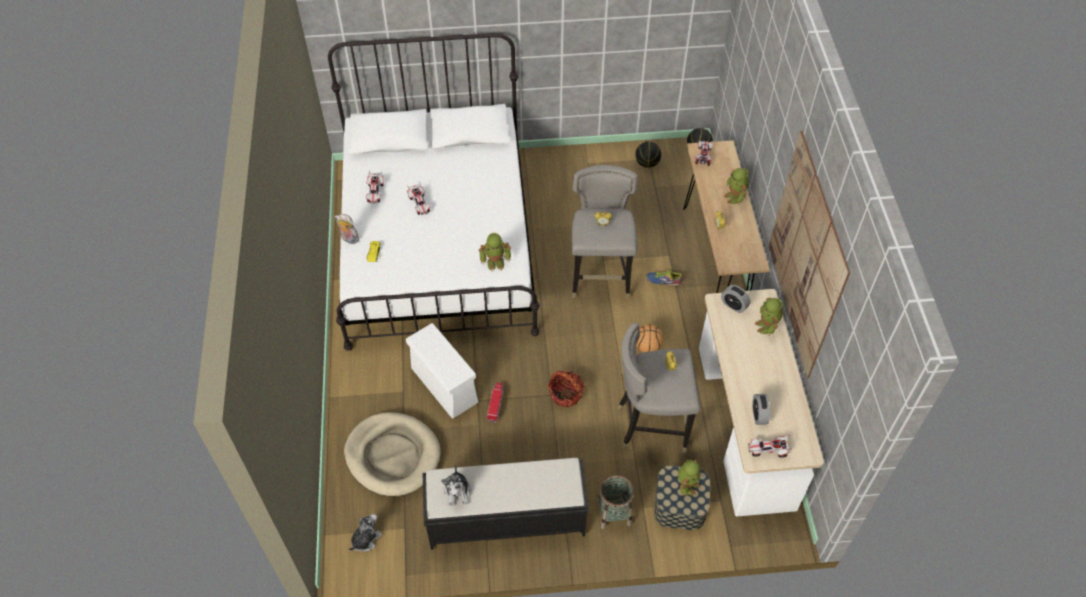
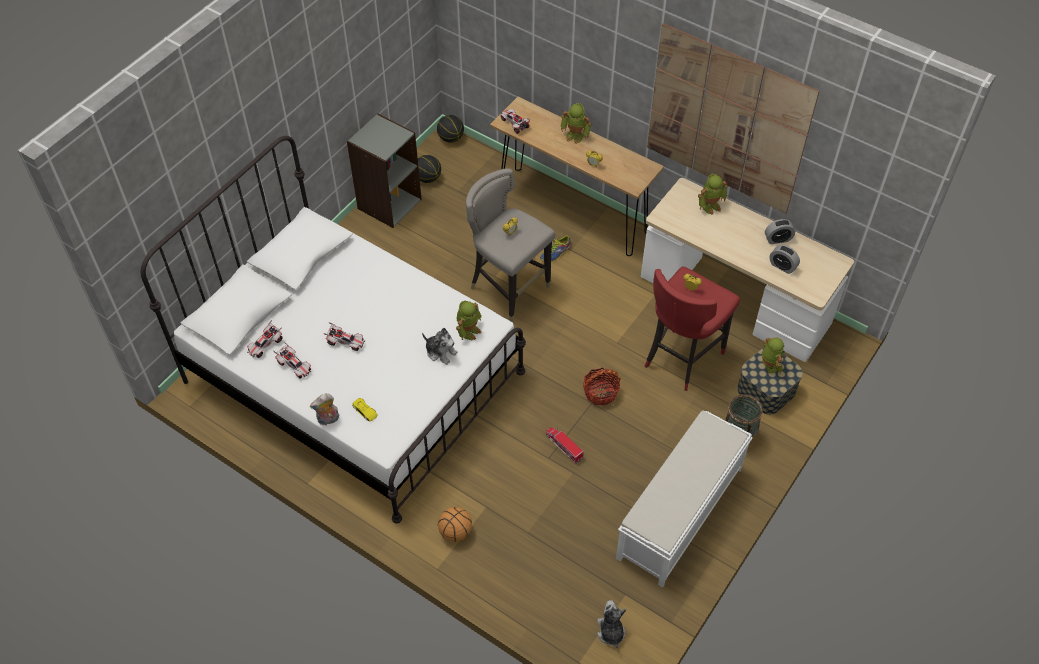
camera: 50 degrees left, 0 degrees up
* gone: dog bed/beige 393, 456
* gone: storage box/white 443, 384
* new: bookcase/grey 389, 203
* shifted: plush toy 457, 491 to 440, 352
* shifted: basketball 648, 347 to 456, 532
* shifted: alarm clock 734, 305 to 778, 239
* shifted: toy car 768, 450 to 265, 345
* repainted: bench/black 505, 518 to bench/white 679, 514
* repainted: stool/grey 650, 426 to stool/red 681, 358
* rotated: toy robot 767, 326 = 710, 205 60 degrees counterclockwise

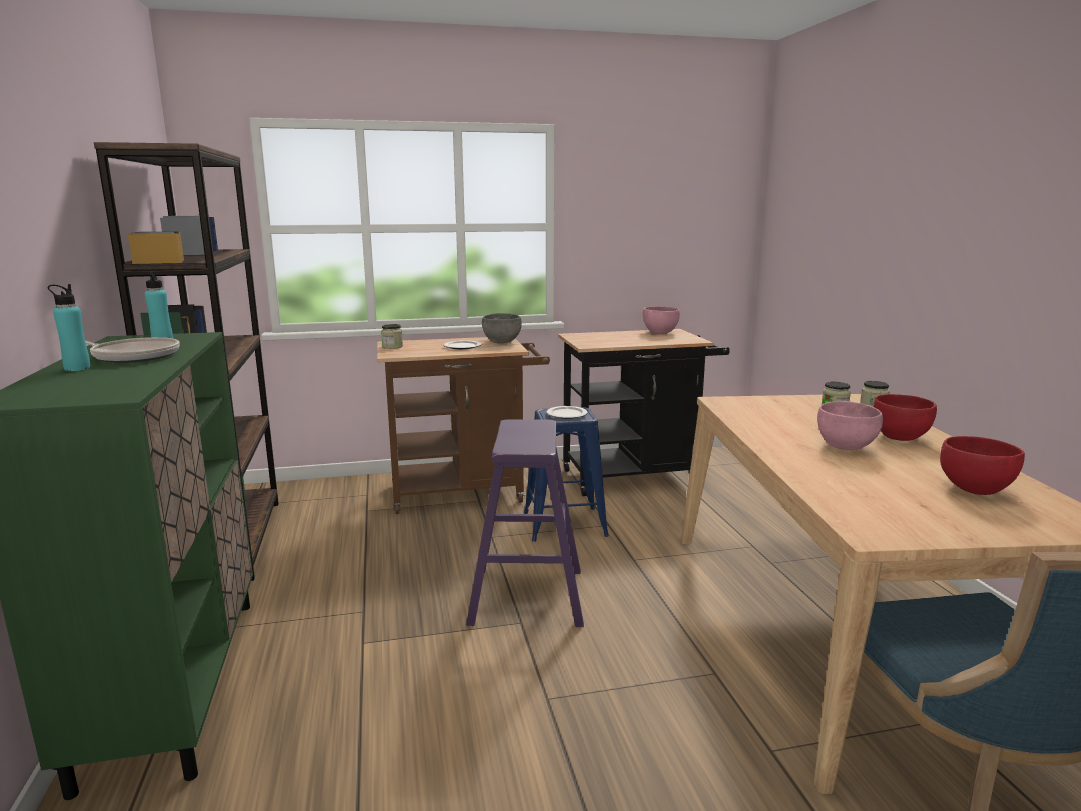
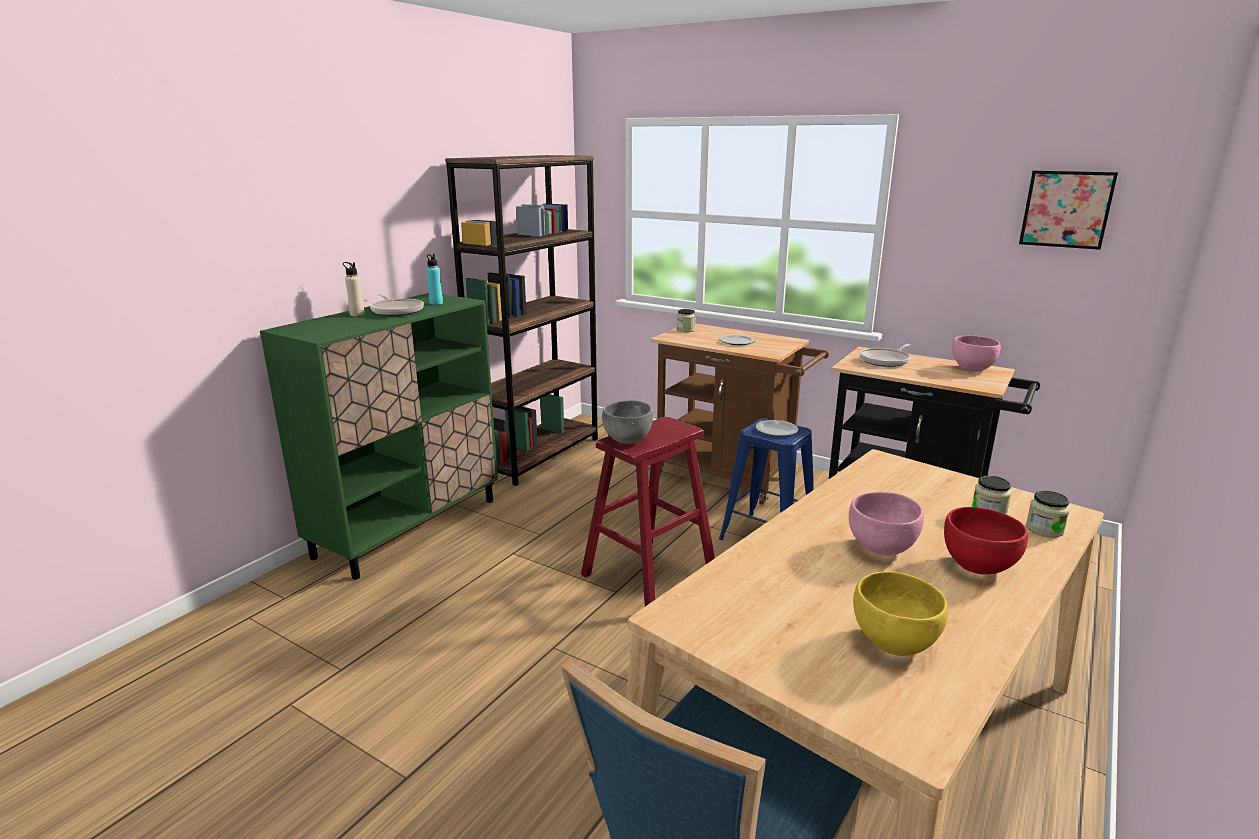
camera: 45 degrees right, 5 degrees up
* new: frying pan 886, 361
* new: picture 1066, 209
* shifted: bowl/grey 501, 342 to 627, 440
* repainted: bottle/turquoise 77, 368 to bottle/beige 357, 314
* repainted: stool/purple 527, 596 to stool/red 649, 576
* repainted: bowl/red 975, 489 to bowl/yellow 894, 643

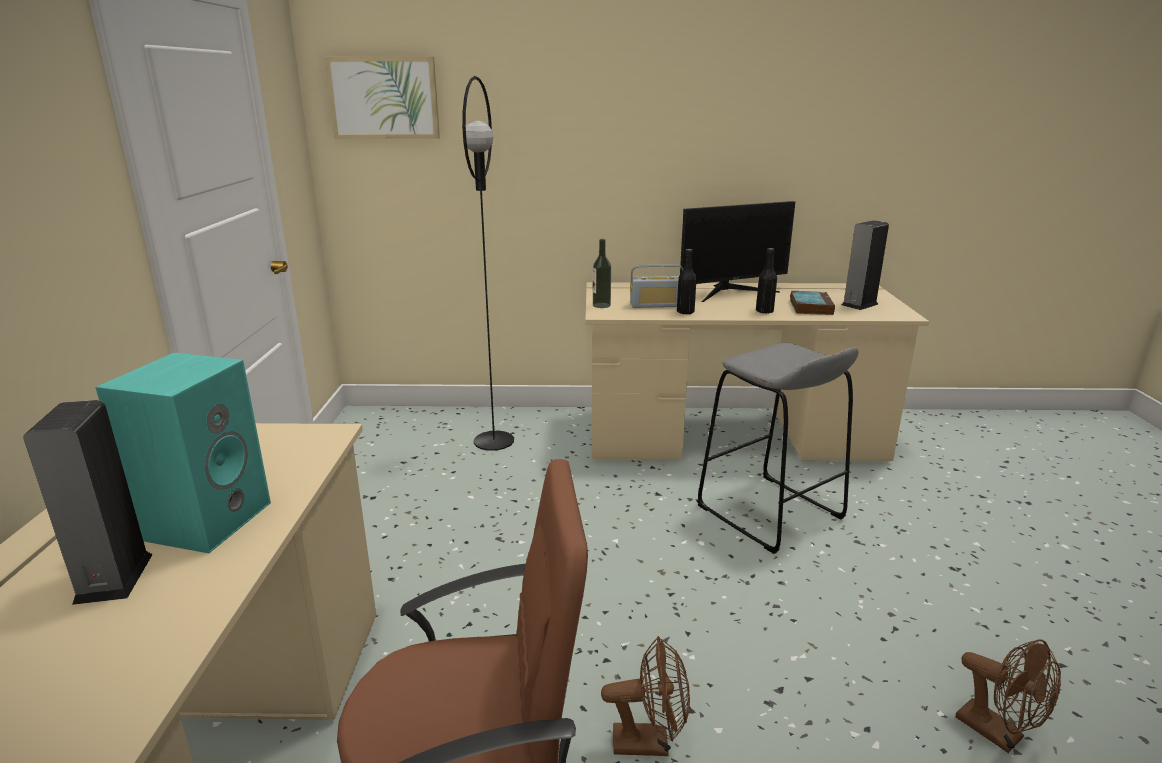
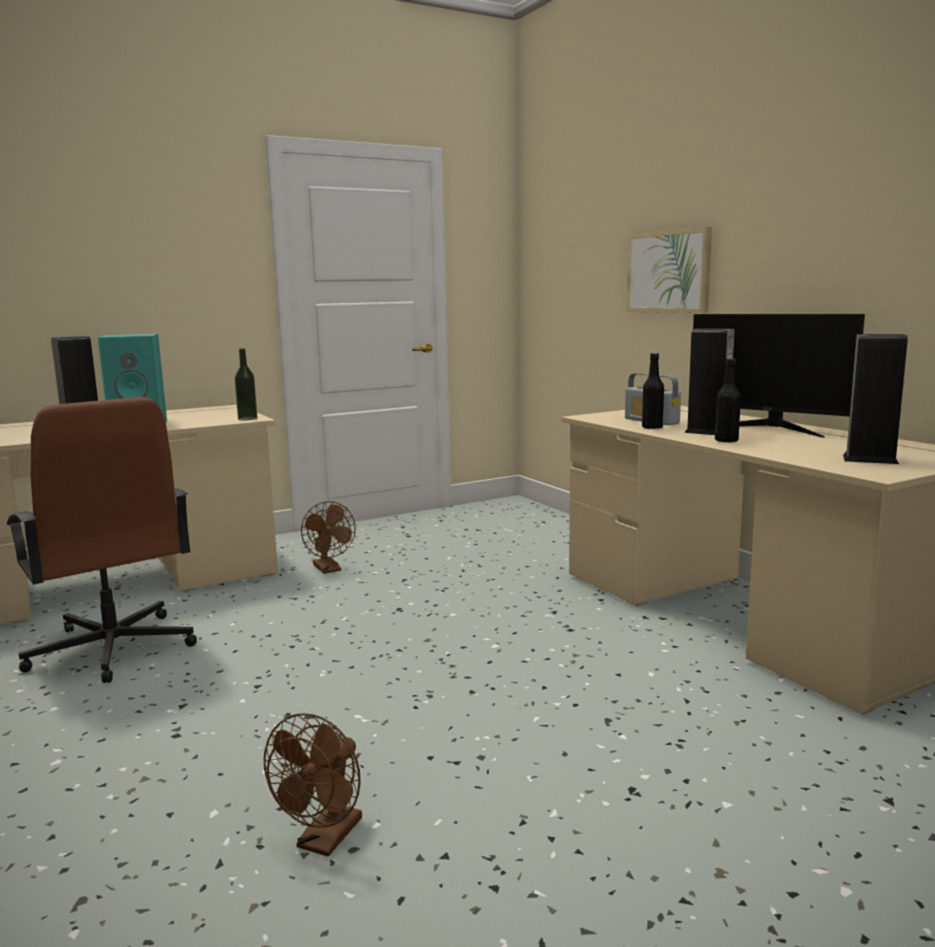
camera: 60 degrees right, 10 degrees down
* gone: floor lamp/black 493, 440
* gone: stool/grey 769, 512
* gone: book 810, 307
* new: speaker 708, 432
* shifted: picture 384, 98 to 668, 272
* shifted: bottle 601, 305 to 247, 419
* shifted: fan/brown 650, 742 to 329, 569

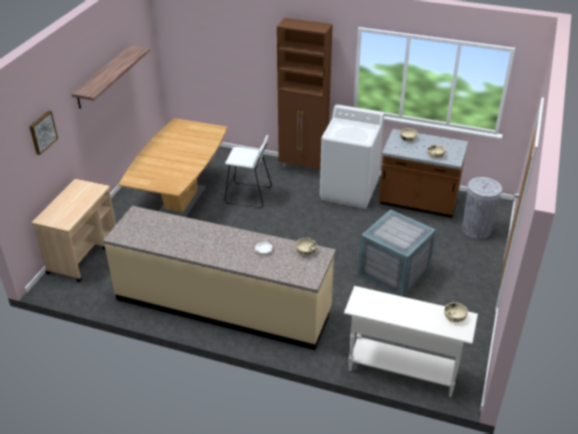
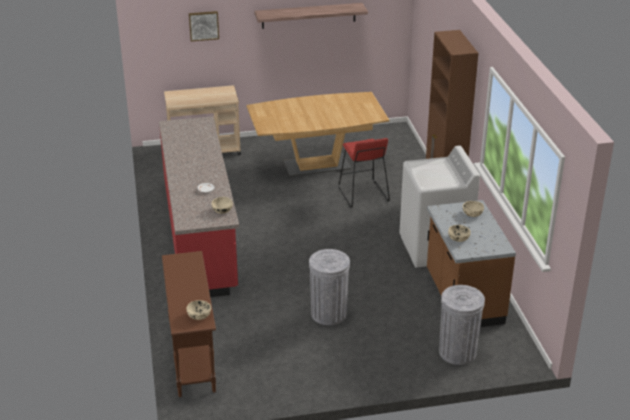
camera: 60 degrees right, 5 degrees down
* swapped: crate 393, 272 to trash can/grey 328, 314
* repainted: counter/beige 223, 304 to counter/red 200, 234
* repainted: stool/white 248, 195 to stool/red 363, 194
* repainted: console table/white 402, 370 to console table/brown 192, 357

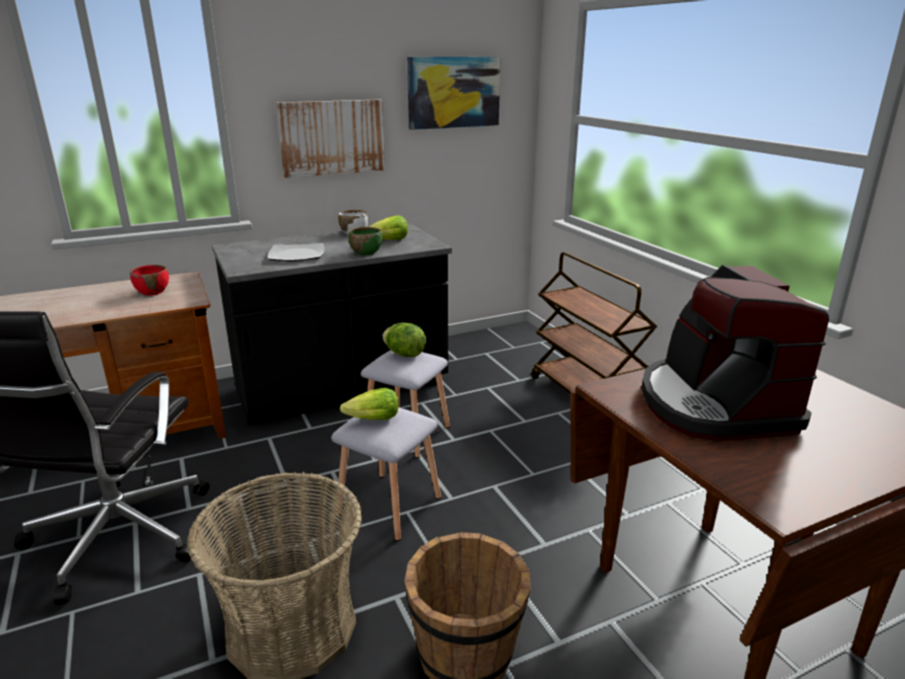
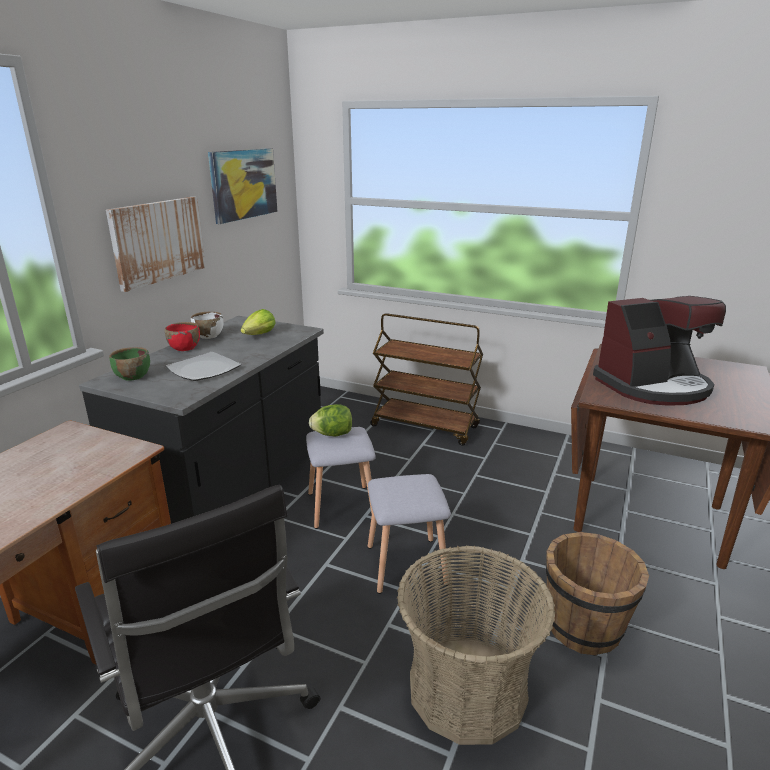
camera: 40 degrees left, 0 degrees up
* gone: lettuce 373, 419
* shifted: bowl/red 153, 292 to 184, 348
* shifted: bowl/green 365, 252 to 132, 376
* rotated: coffee machine 714, 405 = 653, 386 60 degrees counterclockwise

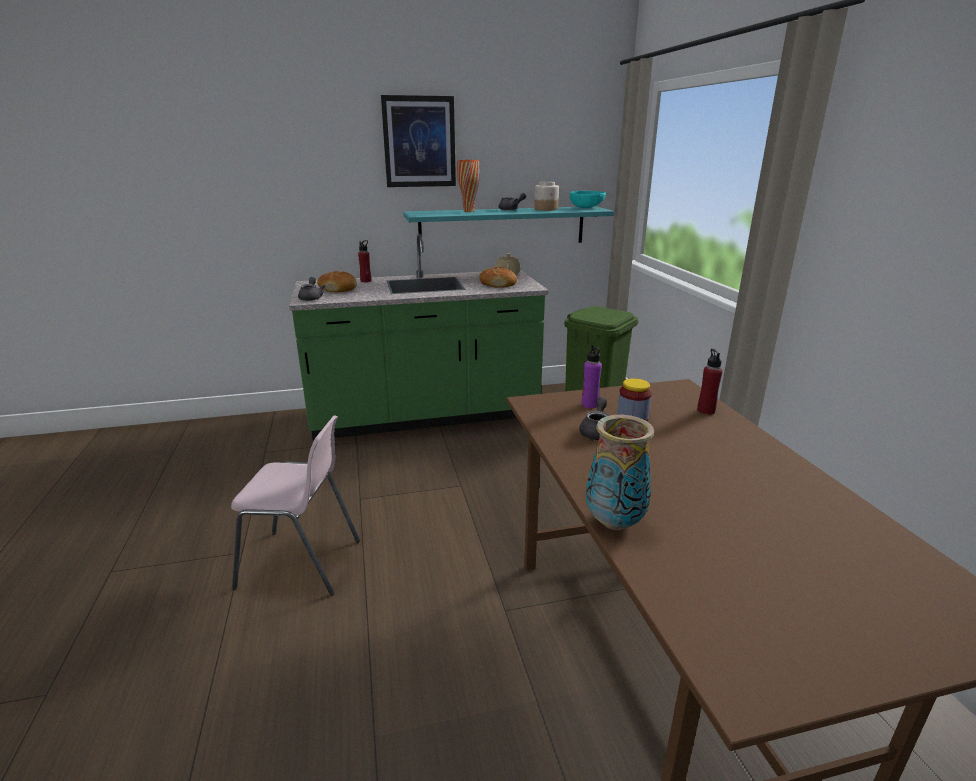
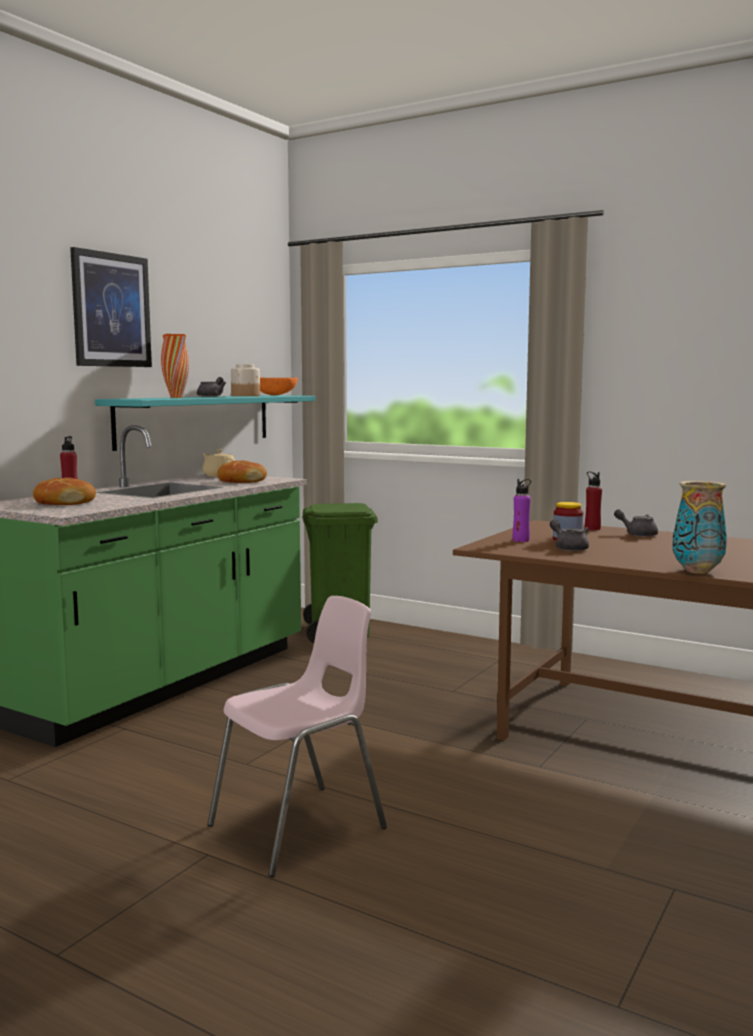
camera: 45 degrees left, 15 degrees down
* shifted: teapot/grey 311, 298 to 637, 534
* repainted: bowl/turquoise 587, 208 to bowl/orange 277, 395

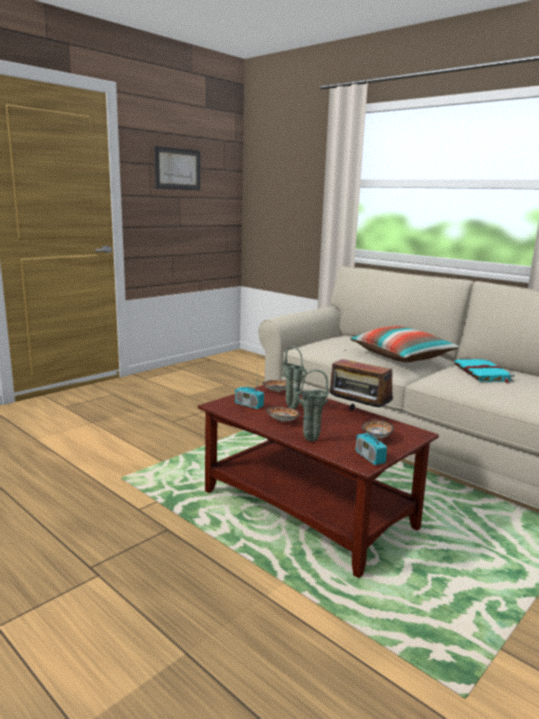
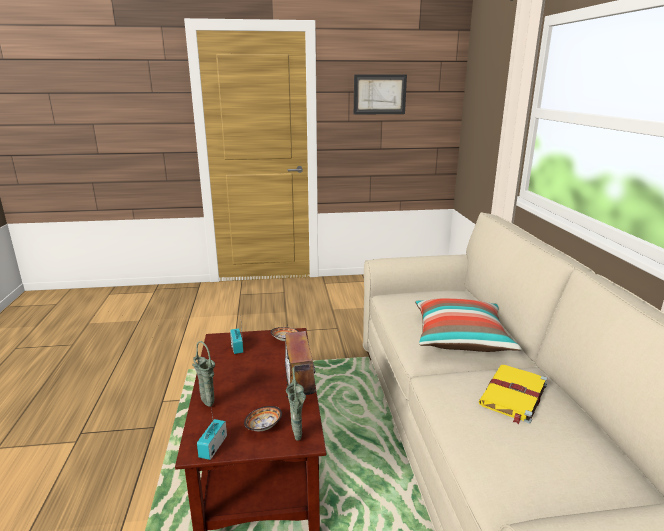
camera: 40 degrees right, 5 degrees up
* gone: bowl 282, 421
* shifted: vase/green 293, 409 to 297, 439
* repainted: book/turquoise 483, 373 to book/yellow 513, 395

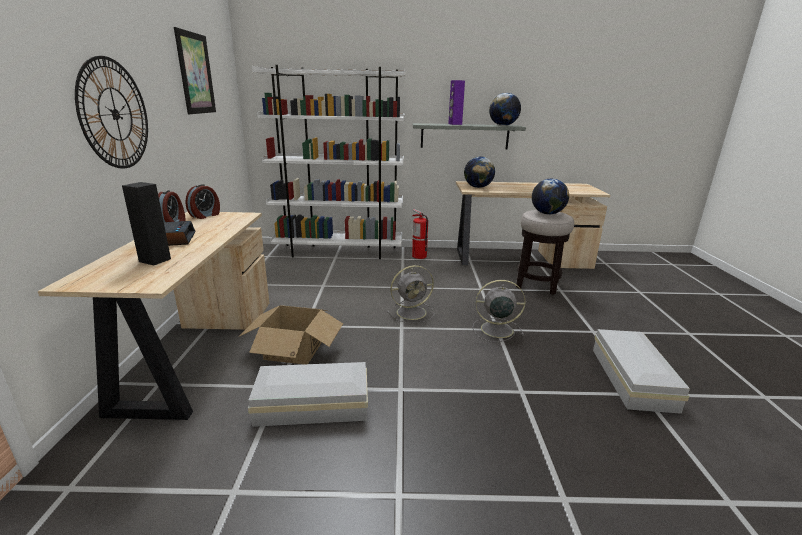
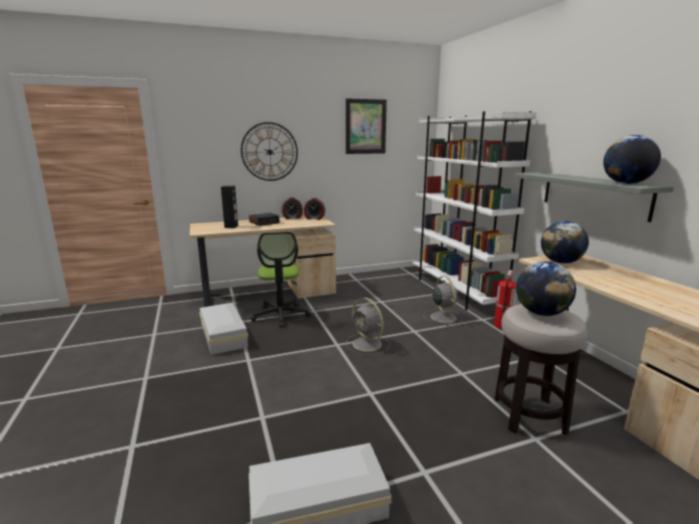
camera: 70 degrees right, 5 degrees down
* gone: speaker/purple 454, 124
* shifted: fan/grey 495, 329 to 442, 317
* swapped: cardboard box 294, 349 to office chair 281, 315

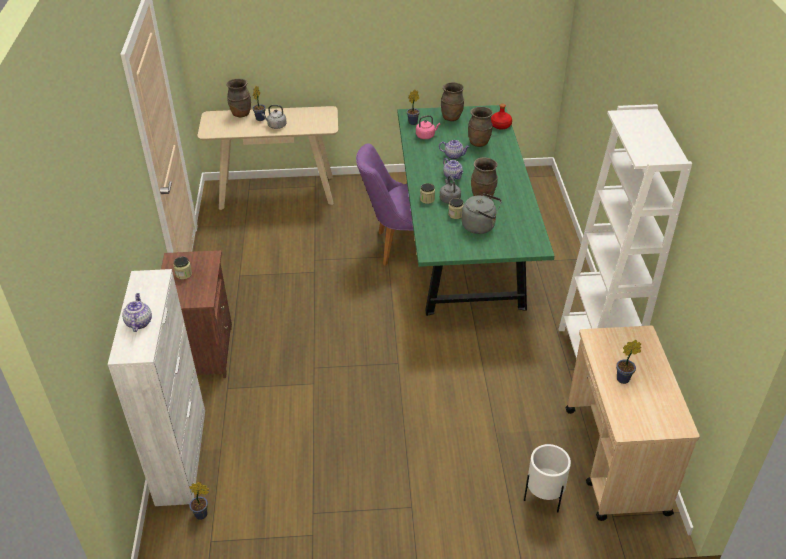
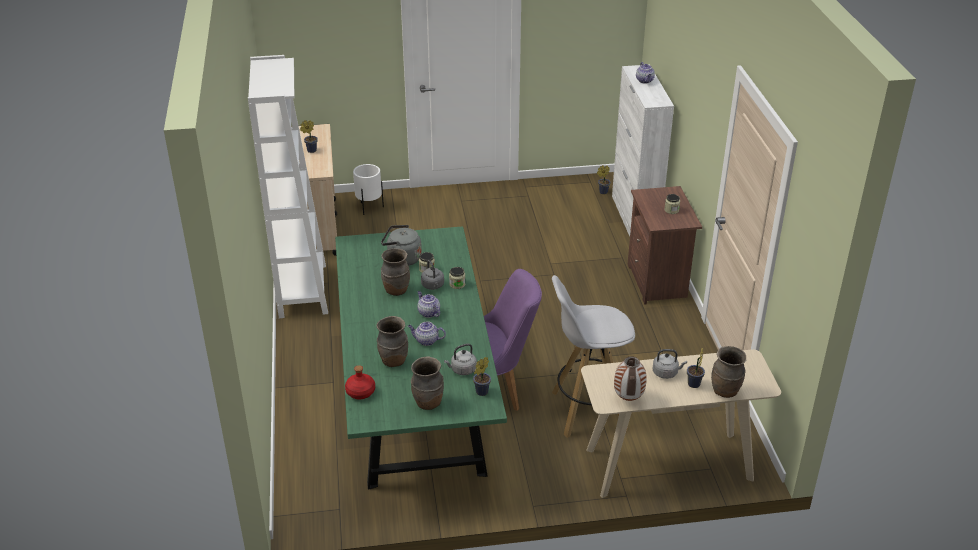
camera: 175 degrees right, 5 degrees down
* new: stool/white 587, 411
* new: vase 627, 398
* repainted: kettle/pink 426, 136 to kettle/grey 462, 370

